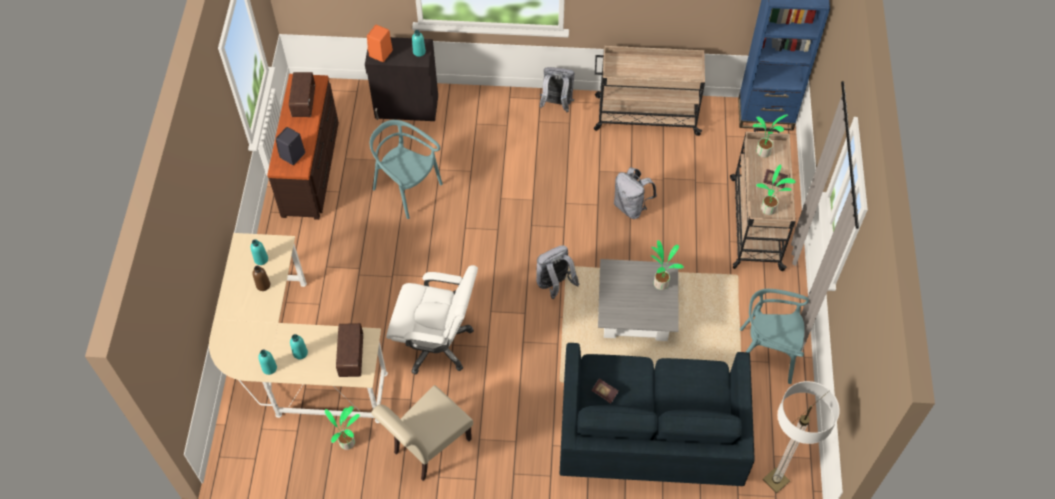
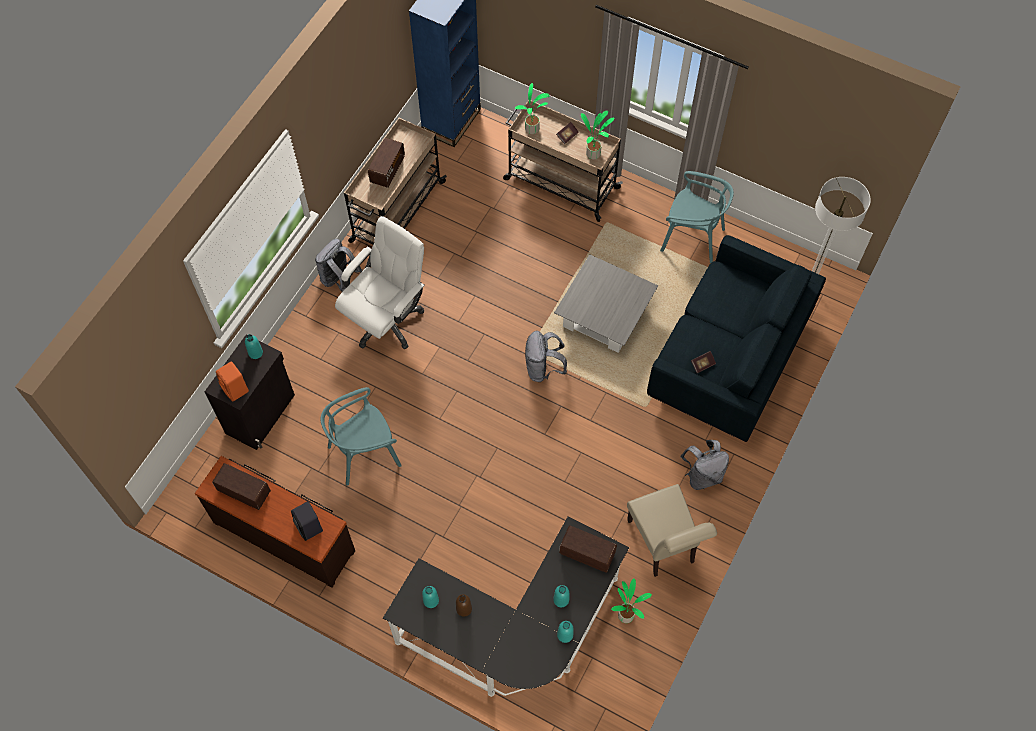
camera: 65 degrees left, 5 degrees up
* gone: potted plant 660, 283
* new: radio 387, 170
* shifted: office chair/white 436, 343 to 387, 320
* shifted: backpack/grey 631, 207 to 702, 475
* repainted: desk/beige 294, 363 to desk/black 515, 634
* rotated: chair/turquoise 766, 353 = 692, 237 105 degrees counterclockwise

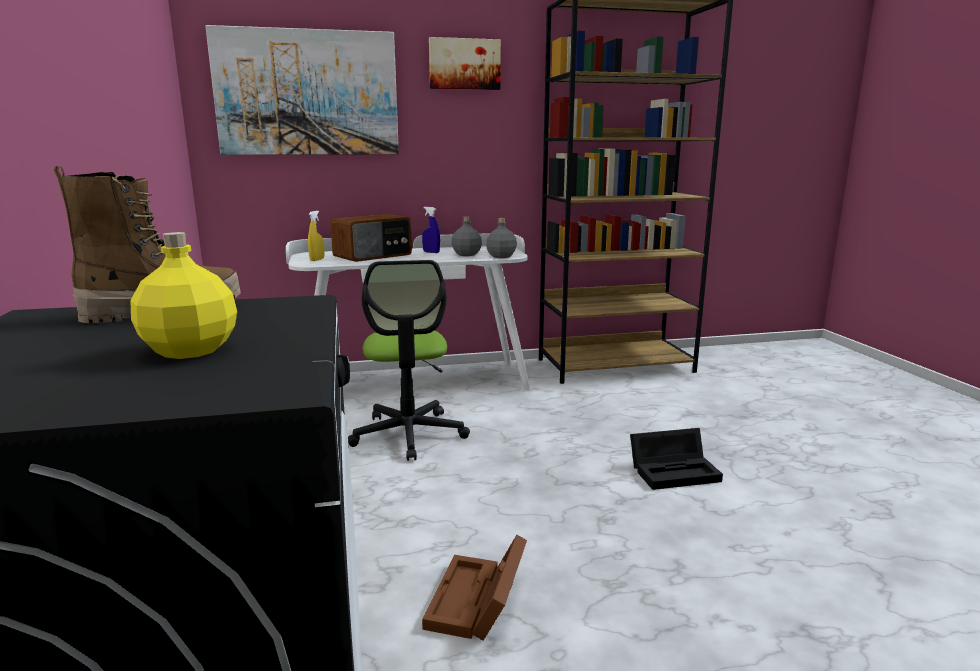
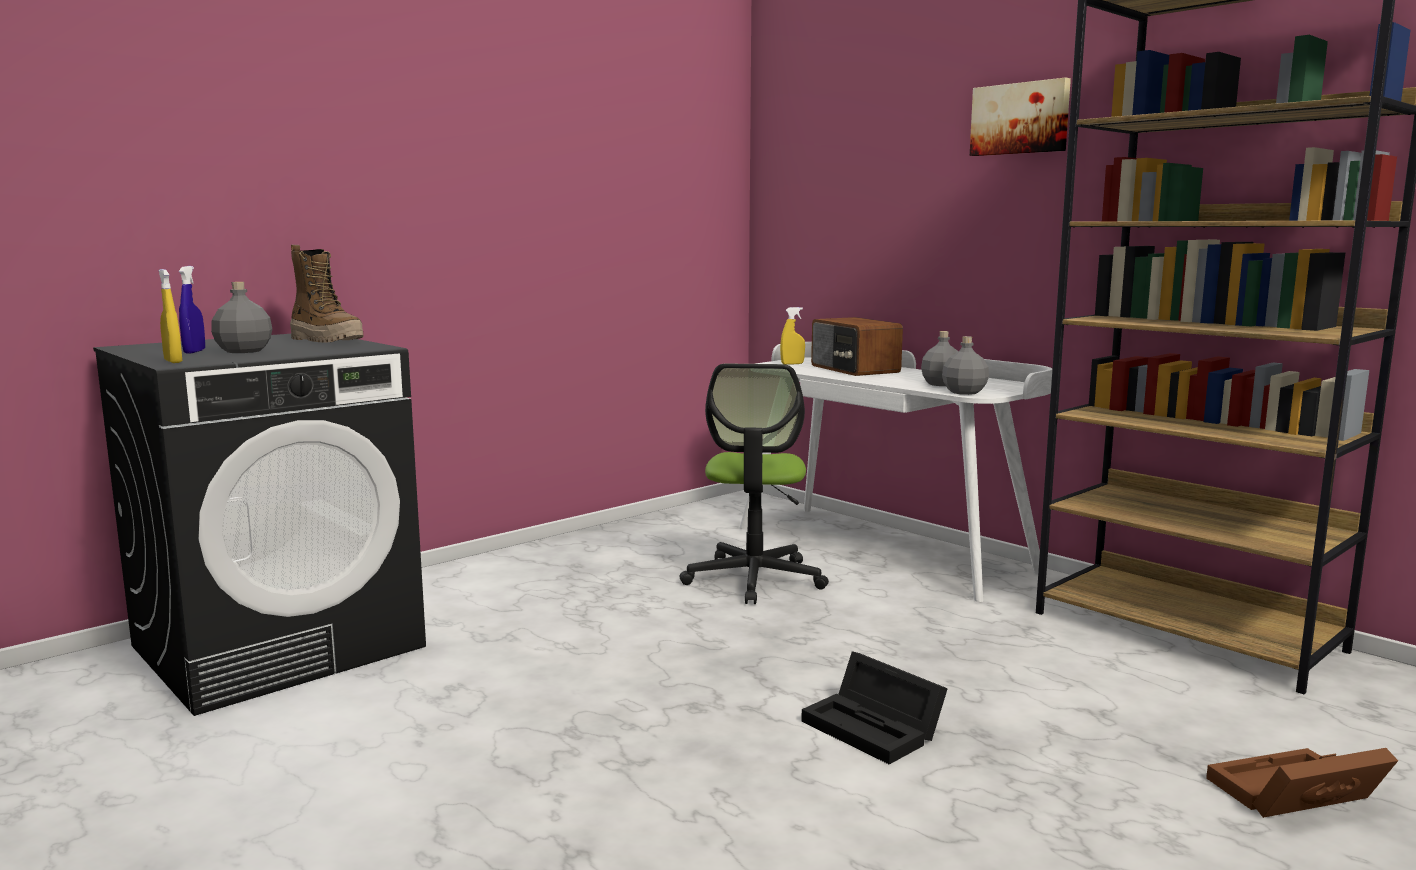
camera: 60 degrees right, 5 degrees down
* gone: picture 307, 93
* new: spray bottle/yellow 173, 361
* shifted: spray bottle/blue 431, 252 to 194, 351
* shifted: storage box/brown 477, 603 to 1293, 796
* repainted: bottle/yellow 188, 351 to bottle/grey 243, 351
* rotated: radio 373, 255 = 853, 369 45 degrees clockwise
* rotated: office chair 409, 434 = 754, 579 45 degrees counterclockwise

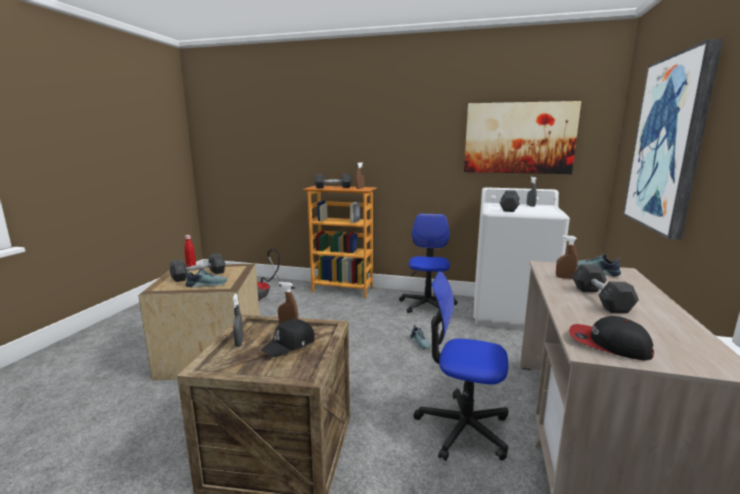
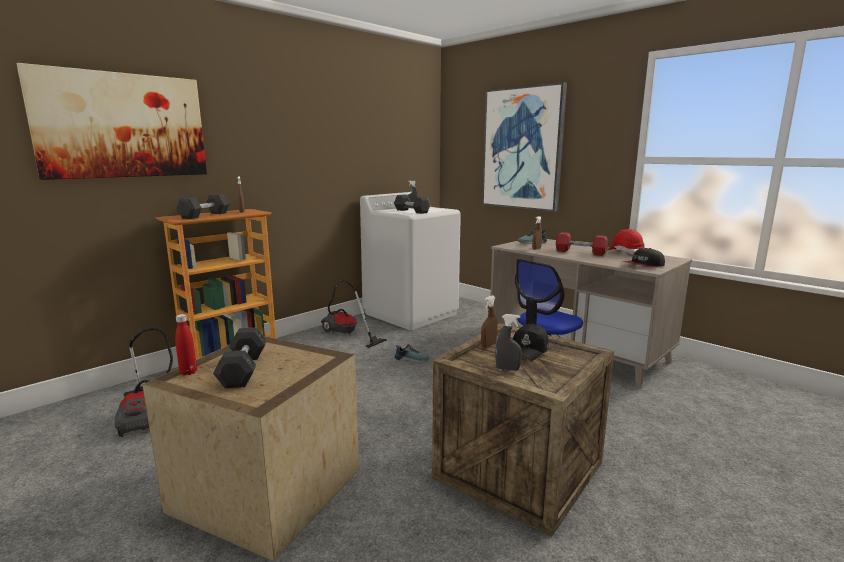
camera: 60 degrees left, 0 degrees up
* gone: shoe 207, 284
* new: hard hat/red 625, 252
* shifted: picture 519, 138 to 123, 126
* swapped: office chair 427, 305 to vacuum cleaner 346, 334
* repainted: dumbbell/grey 600, 299 to dumbbell/red 580, 252
* rotated: cap/black 290, 345 = 530, 350 45 degrees clockwise

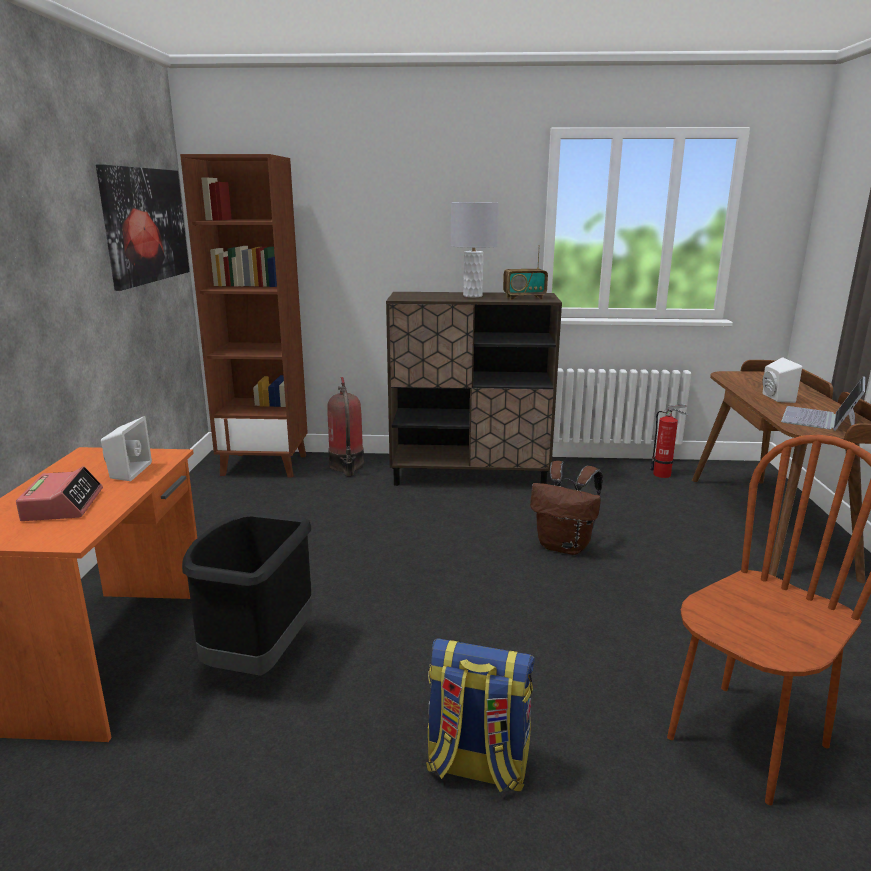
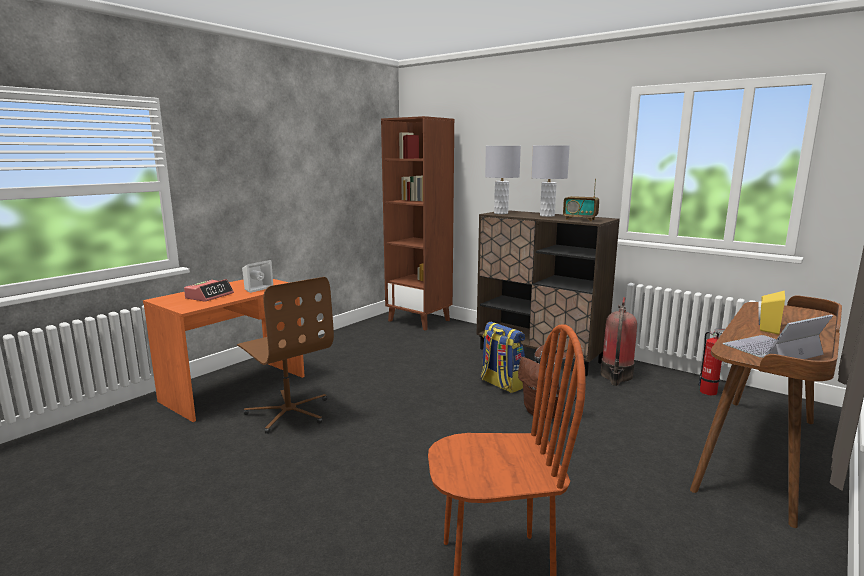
camera: 35 degrees right, 5 degrees down
* gone: picture 145, 225
* new: table lamp/grey 501, 213
* shifted: fire extinguisher 347, 466 to 616, 376
* shifted: backpack 477, 766 to 501, 384
* swapped: trash can/black 257, 659 to office chair/brown 289, 412
* repainted: speaker/white 775, 398 to speaker/yellow 766, 328

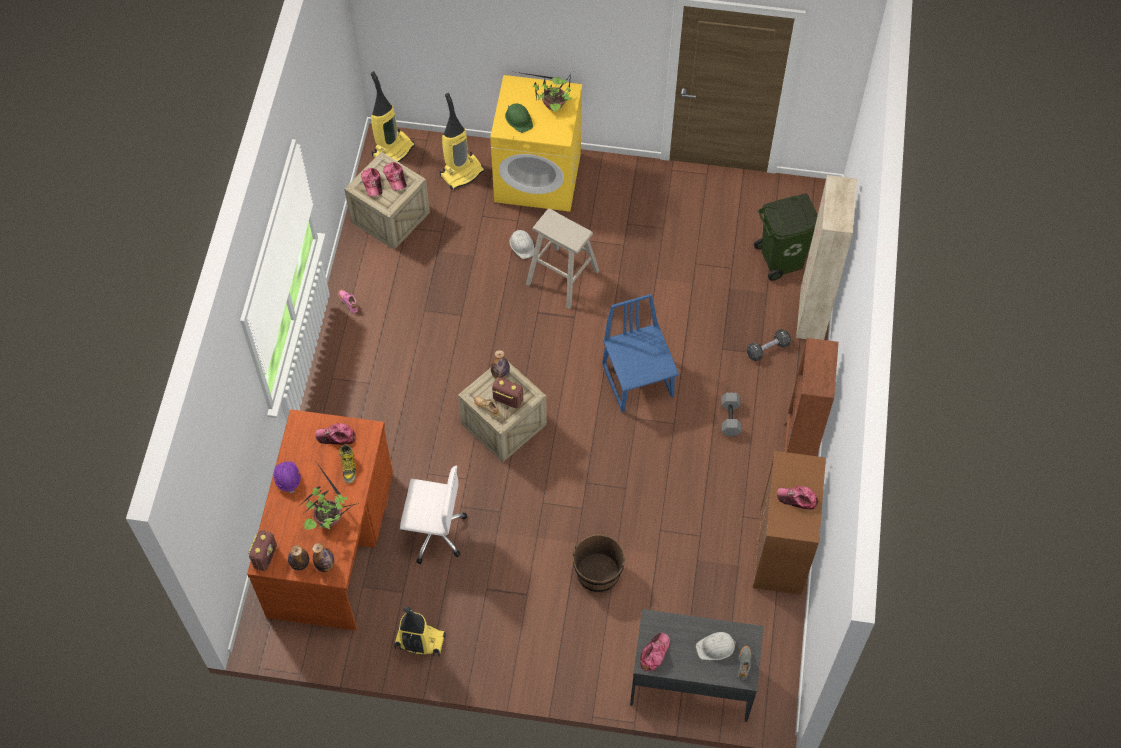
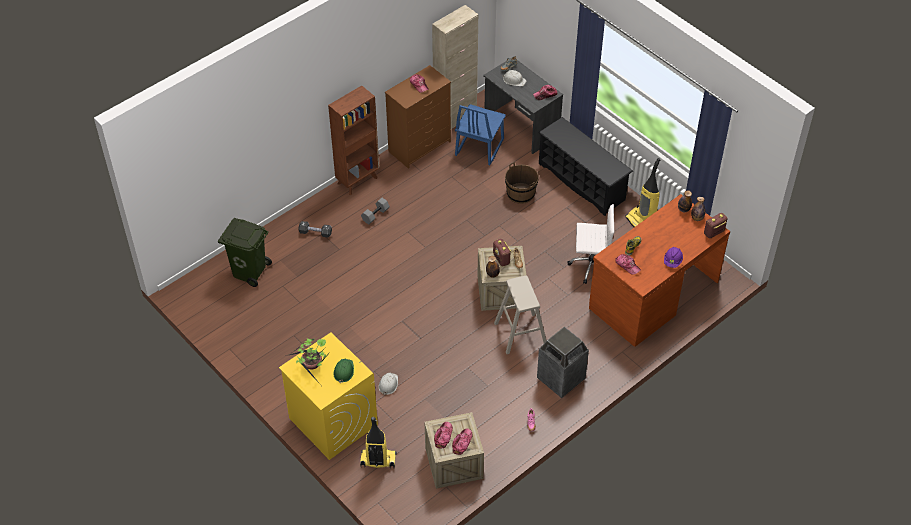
camera: 140 degrees left, 10 degrees down
* gone: potted plant 329, 517
* gone: vacuum cleaner 393, 150
* new: trash can 560, 379
* new: shoe rack/black 582, 182
* shifted: stool/beige 562, 277 to 520, 333
* shifted: chair/blue 638, 380 to 479, 147
* shifted: cabinet/beige 811, 314 to 455, 118
* rotated: office chair/white 433, 532 = 590, 265 135 degrees clockwise

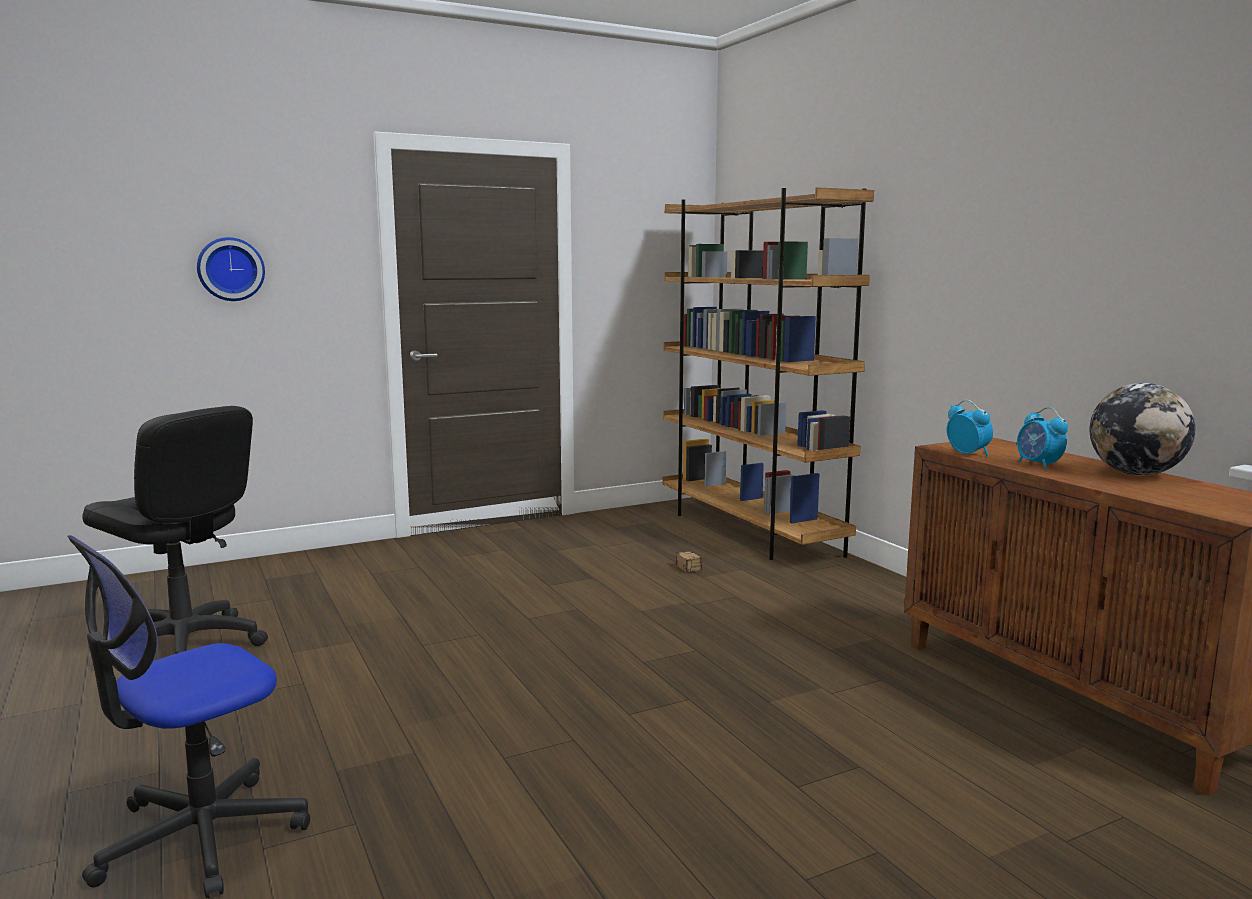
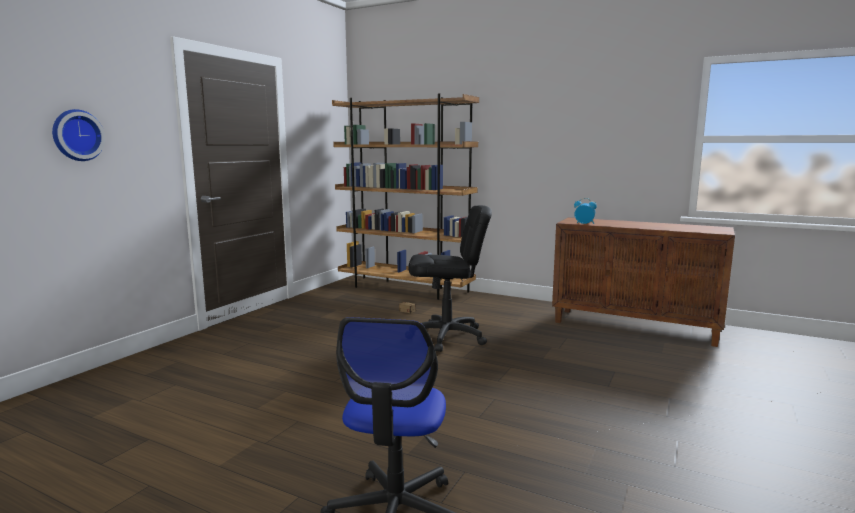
camera: 35 degrees left, 0 degrees up
* gone: alarm clock 1038, 465
* gone: globe 1135, 474
* shifted: office chair/black 184, 647 to 447, 337

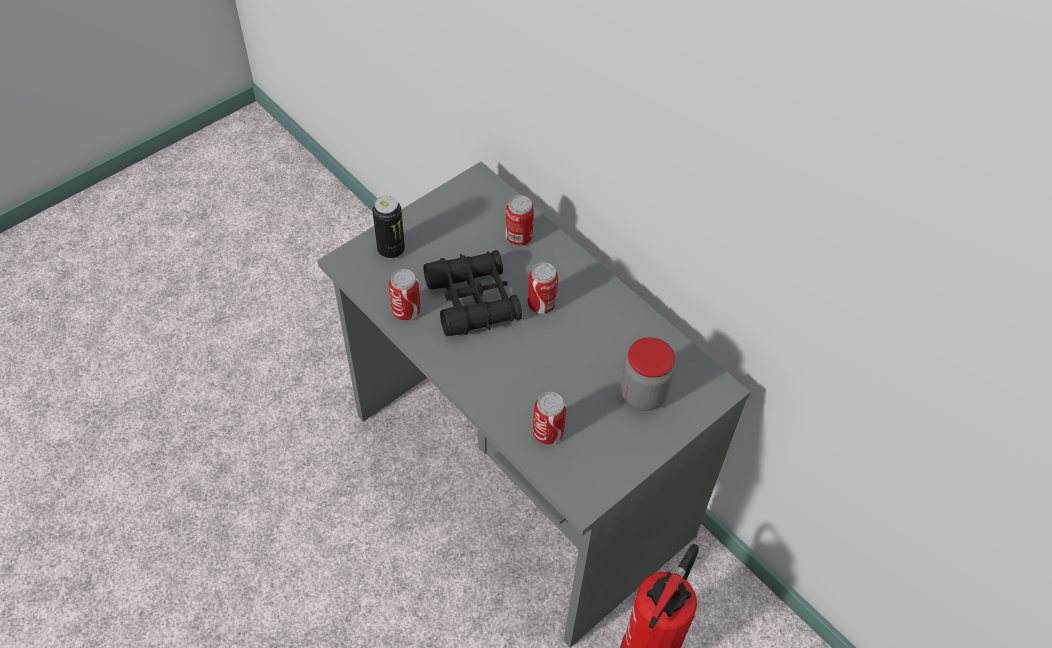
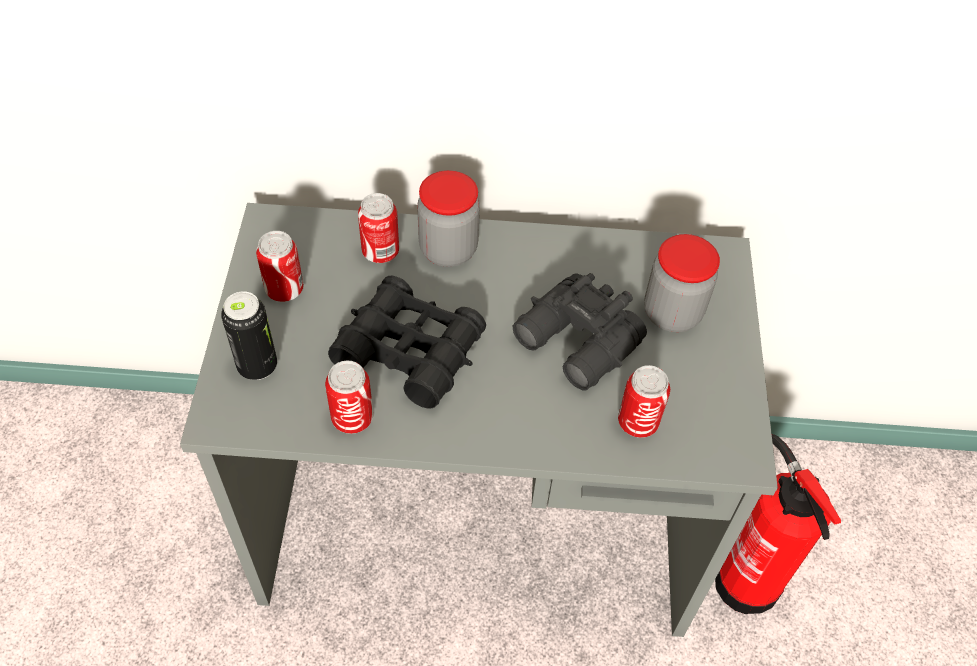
camera: 45 degrees left, 0 degrees up
* new: jar 448, 249
* new: binoculars/black 577, 344
* shifted: can 541, 304 to 284, 290

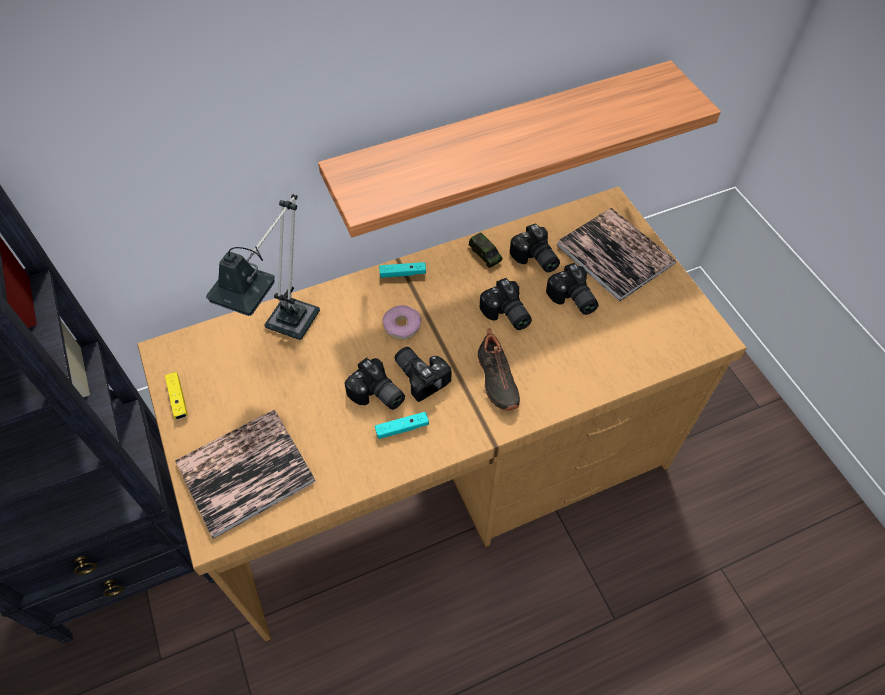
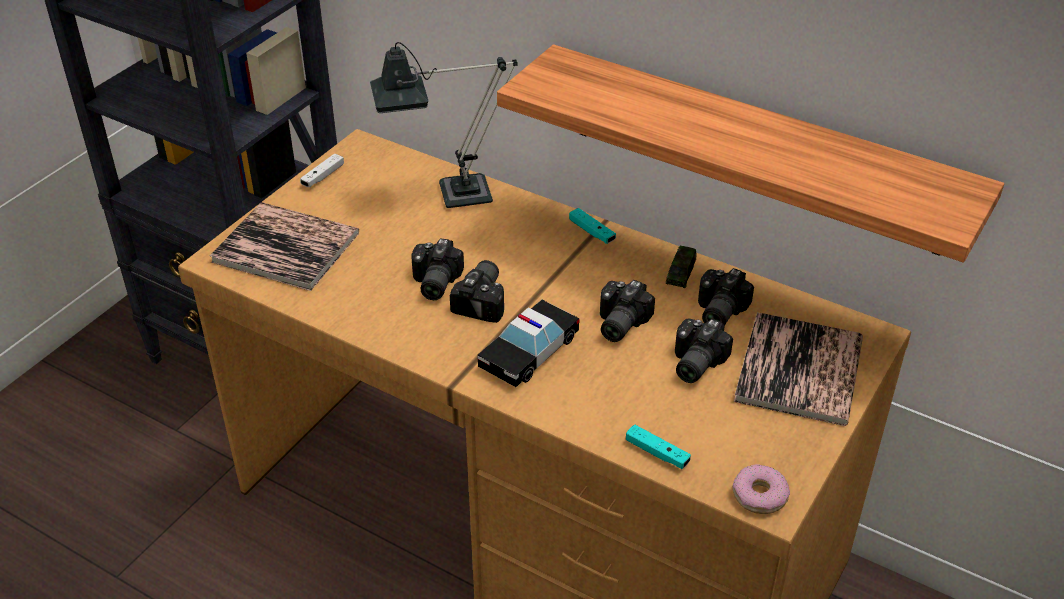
camera: 55 degrees right, 15 degrees down
* shifted: game controller/turquoise 402, 428 to 657, 453
* shifted: donut 402, 326 to 760, 495
* swapped: shoe/black 496, 380 to toy car 529, 352
* repainted: game controller/yellow 178, 399 to game controller/white 323, 176

